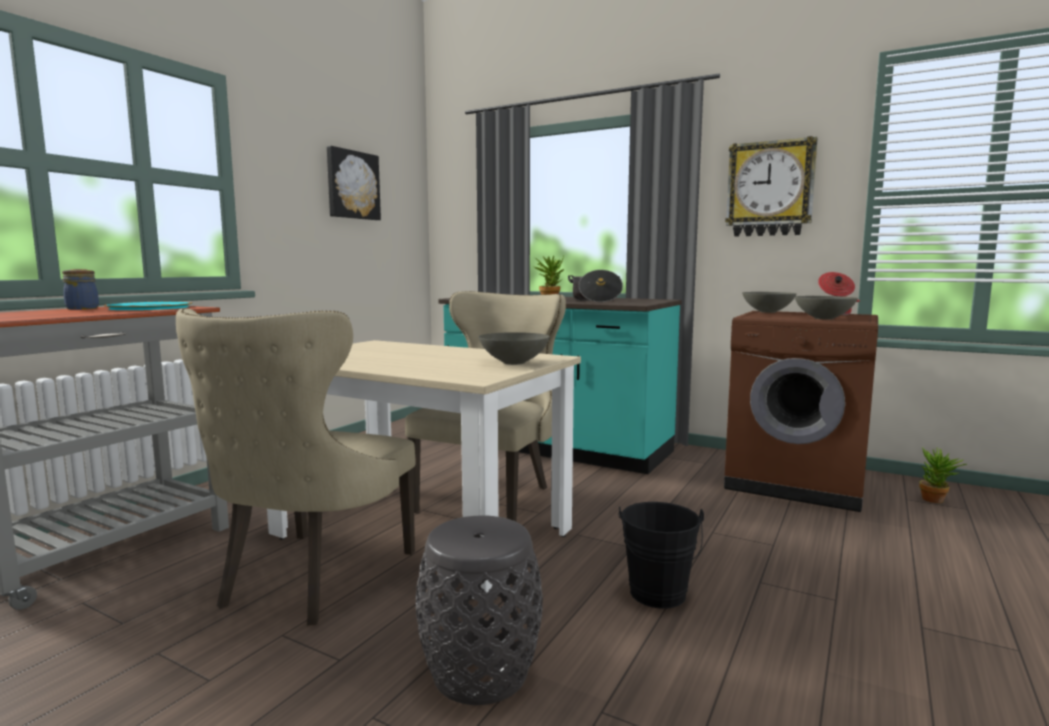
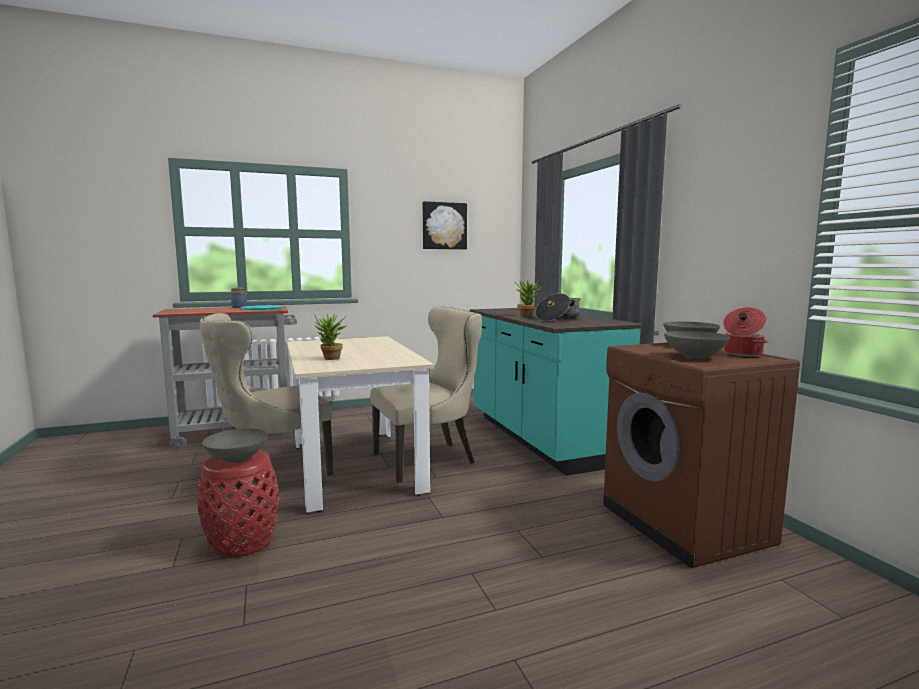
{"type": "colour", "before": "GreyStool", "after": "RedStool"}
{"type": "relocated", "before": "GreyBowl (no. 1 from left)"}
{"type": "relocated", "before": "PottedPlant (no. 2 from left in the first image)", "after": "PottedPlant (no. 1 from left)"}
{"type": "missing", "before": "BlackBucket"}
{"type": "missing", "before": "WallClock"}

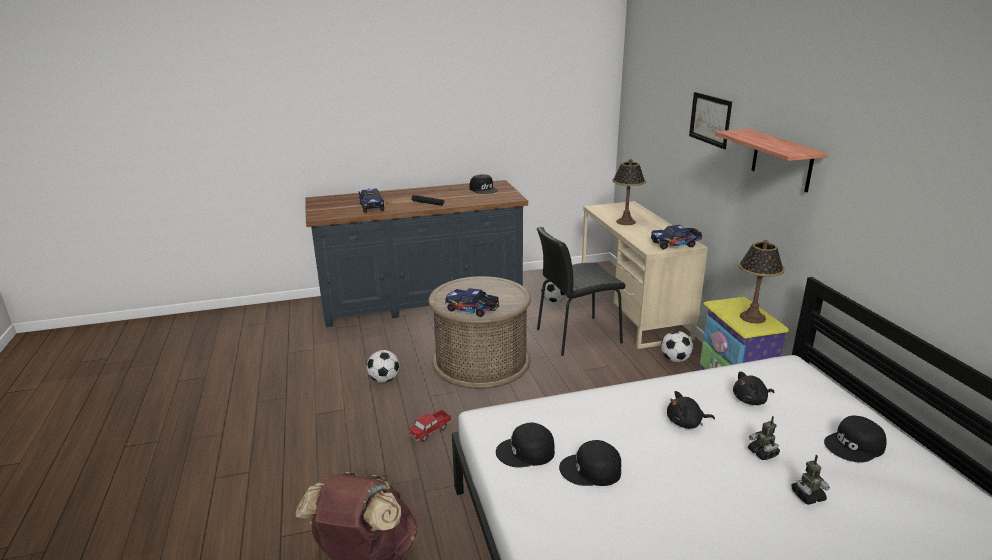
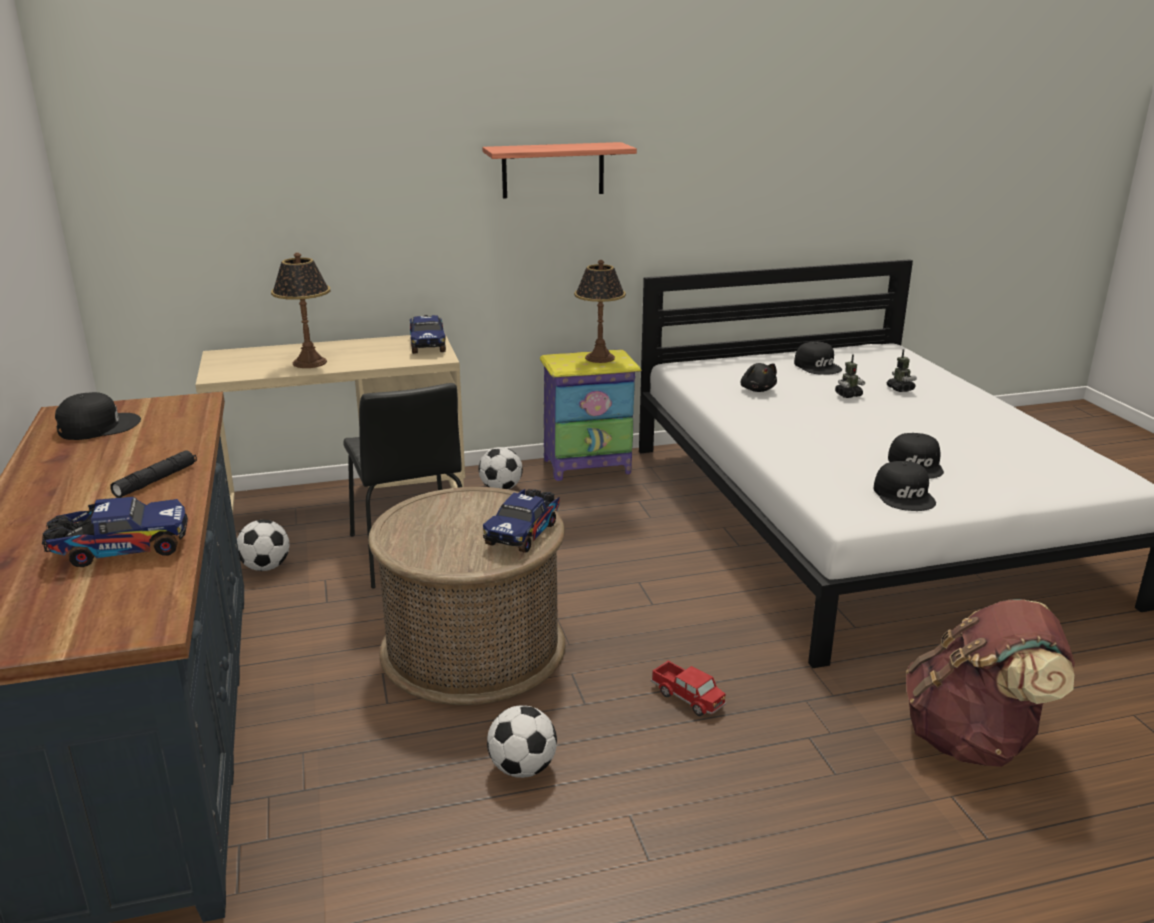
{"type": "missing", "before": "BlackPlushToy (no. 1 from left)"}
{"type": "missing", "before": "Picture"}

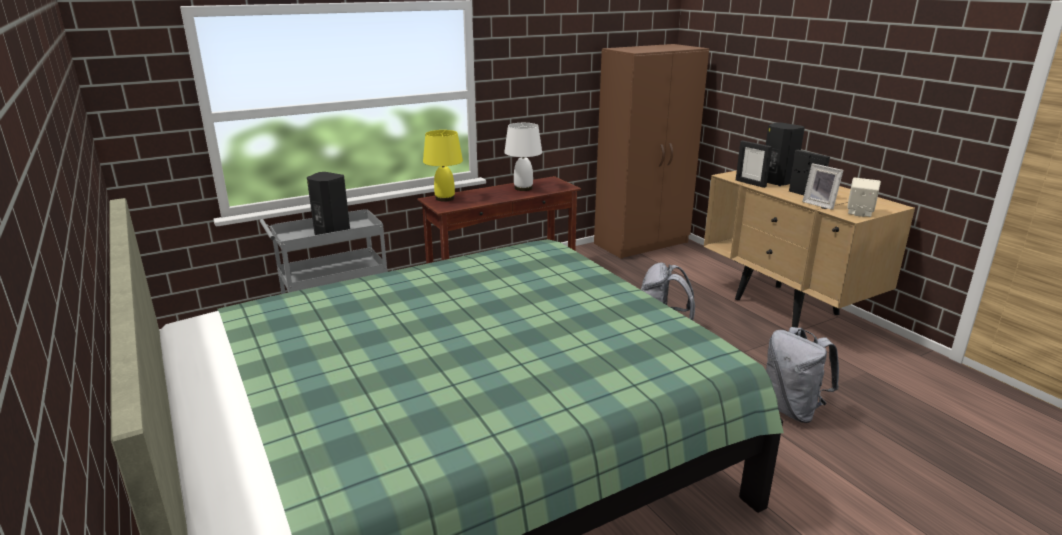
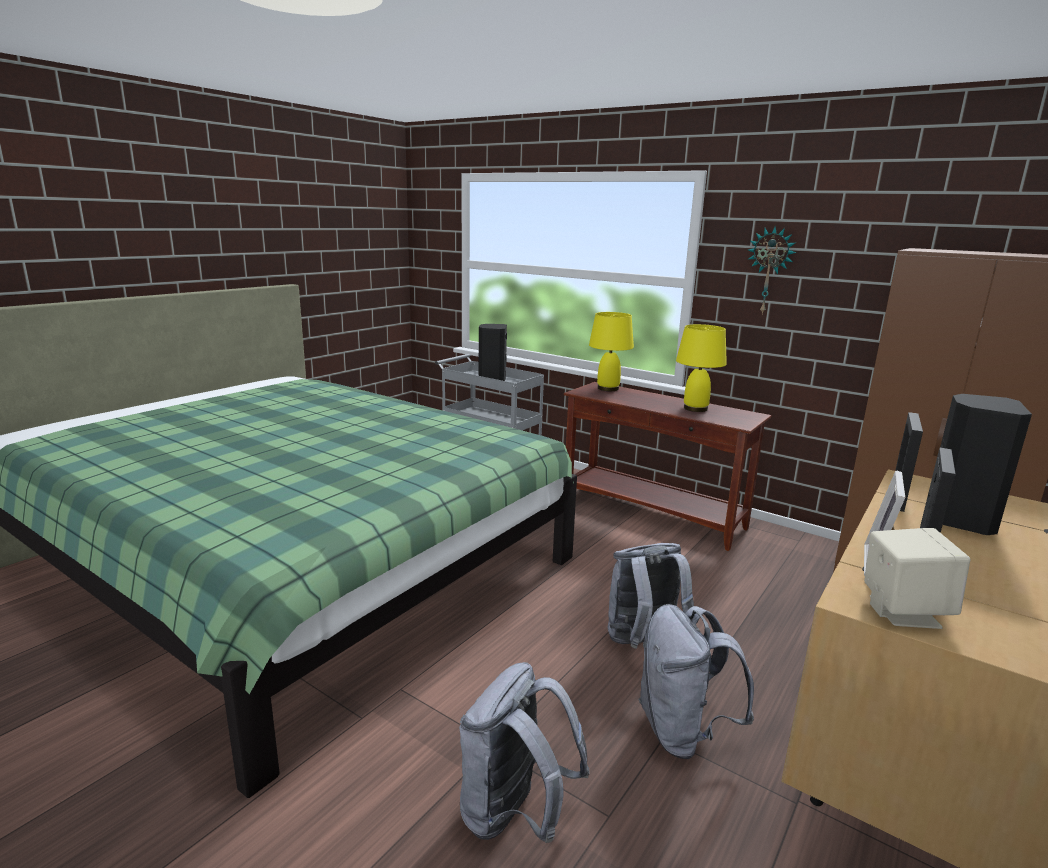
{"type": "appeared", "after": "GreyBackpack (no. 3 from left)"}
{"type": "colour", "before": "WhiteTableLamp", "after": "YellowTableLamp (no. 2 from left)"}
{"type": "appeared", "after": "WallClock"}

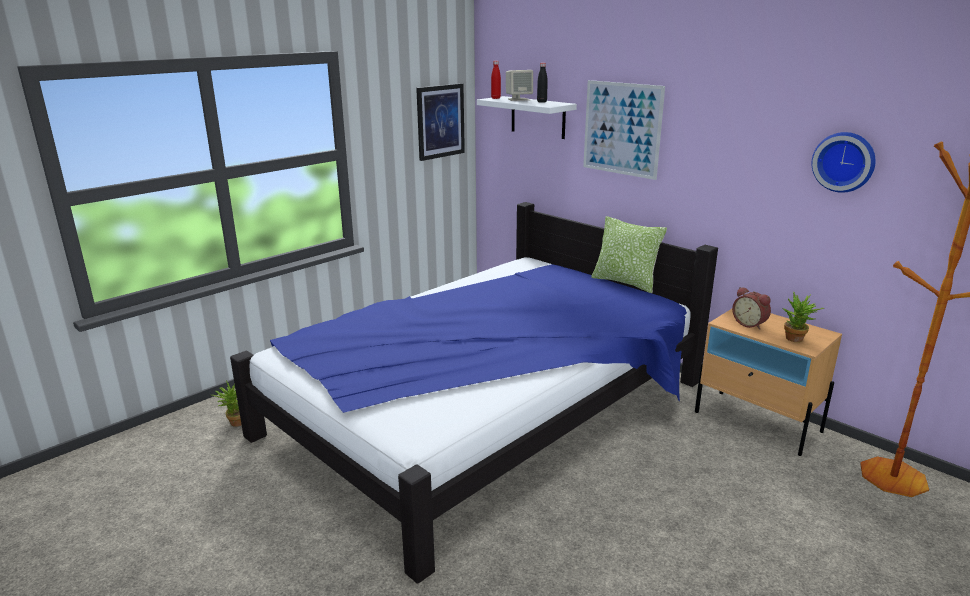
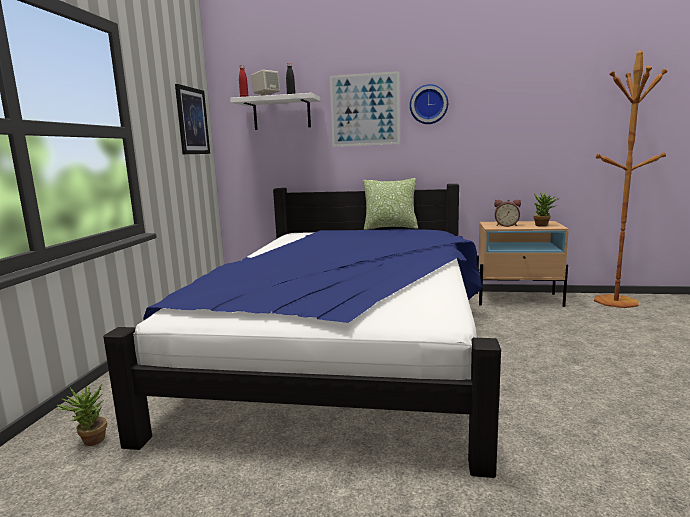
{"type": "relocated", "before": "WallClock"}

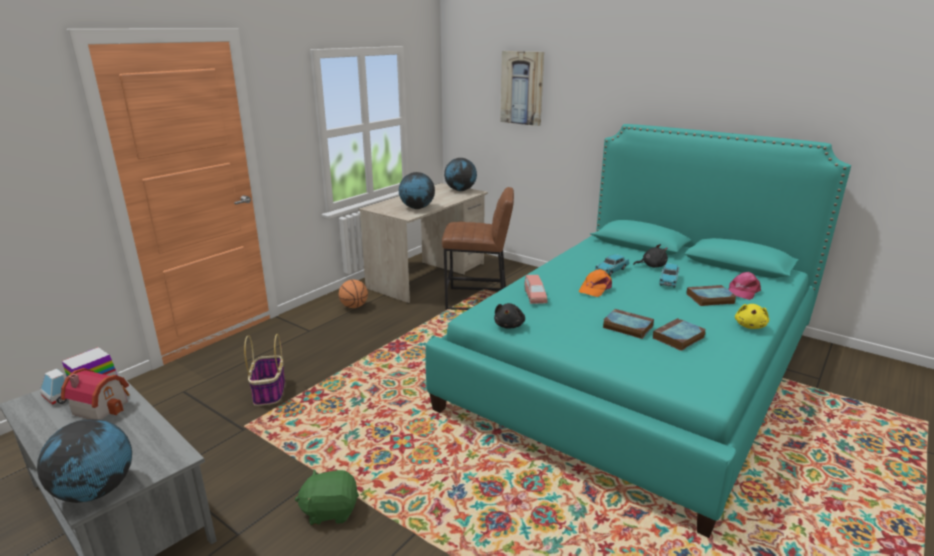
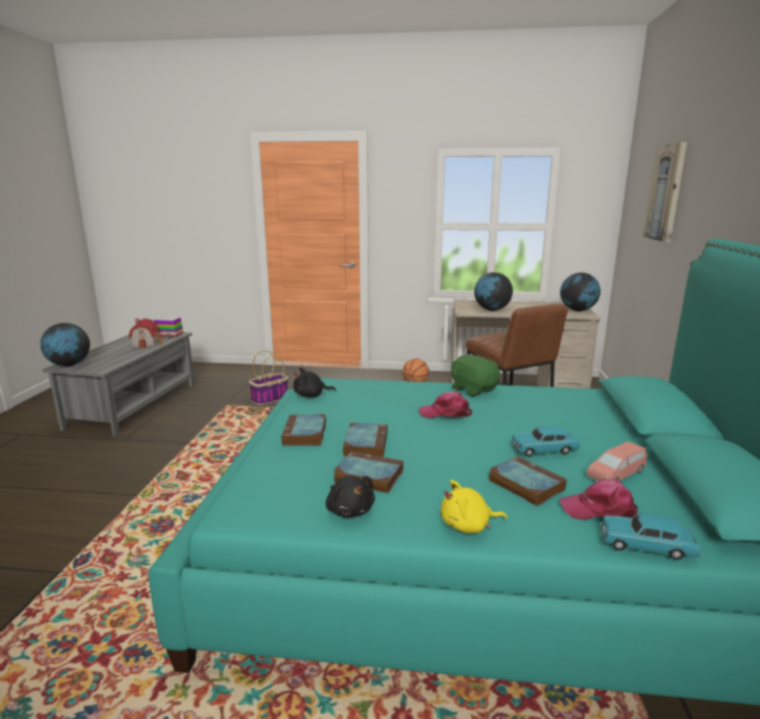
{"type": "appeared", "after": "Book (no. 1 from left)"}
{"type": "relocated", "before": "BlackPlushToy (no. 2 from left)"}
{"type": "colour", "before": "OrangeCap", "after": "PinkCap (no. 1 from left)"}
{"type": "relocated", "before": "GreenPlushToy"}
{"type": "relocated", "before": "PinkToyCar"}
{"type": "relocated", "before": "TurquoiseToyCar (no. 1 from left in the first image)", "after": "TurquoiseToyCar (no. 2 from left)"}

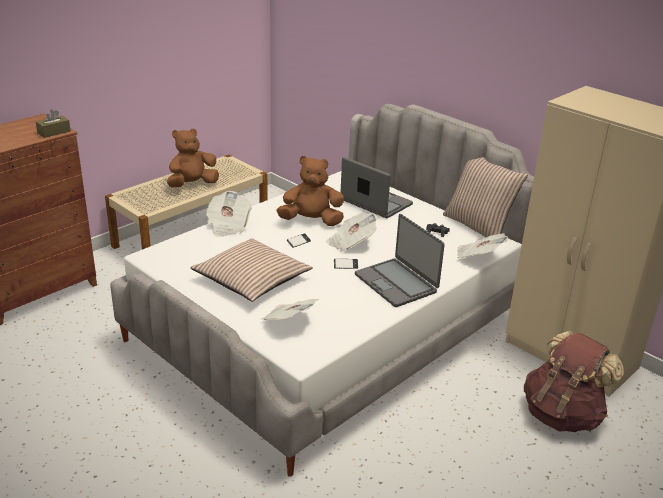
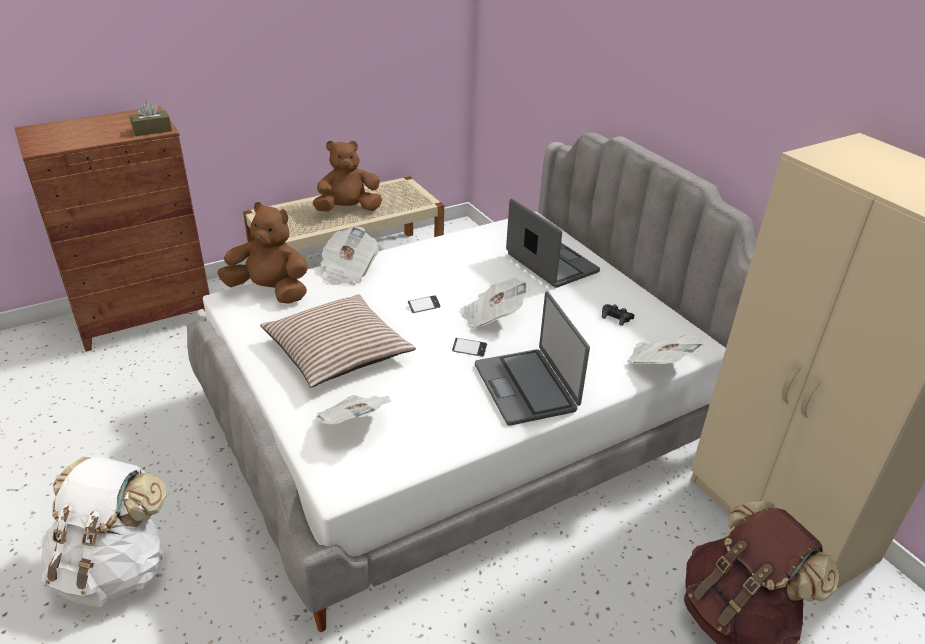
{"type": "appeared", "after": "WhiteBackpack"}
{"type": "relocated", "before": "BrownPlushToy (no. 2 from left in the first image)", "after": "BrownPlushToy (no. 1 from left)"}
{"type": "missing", "before": "Pillow (no. 2 from left)"}

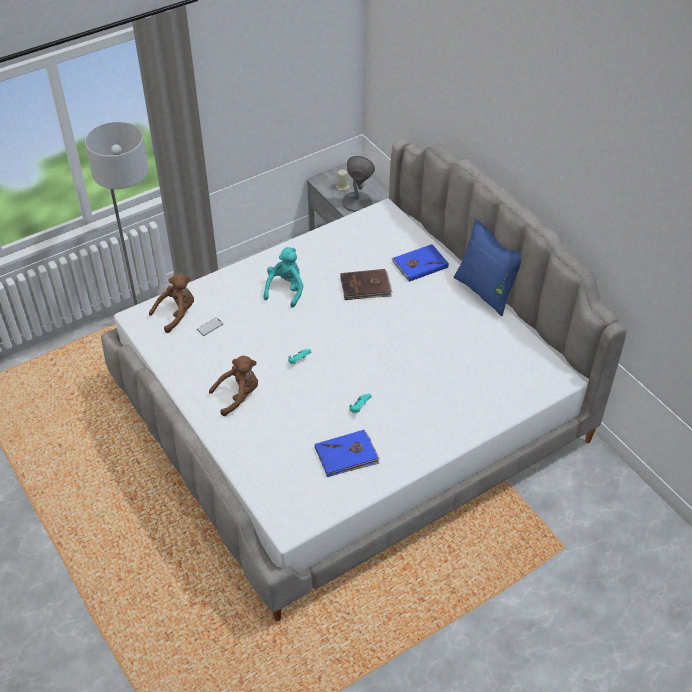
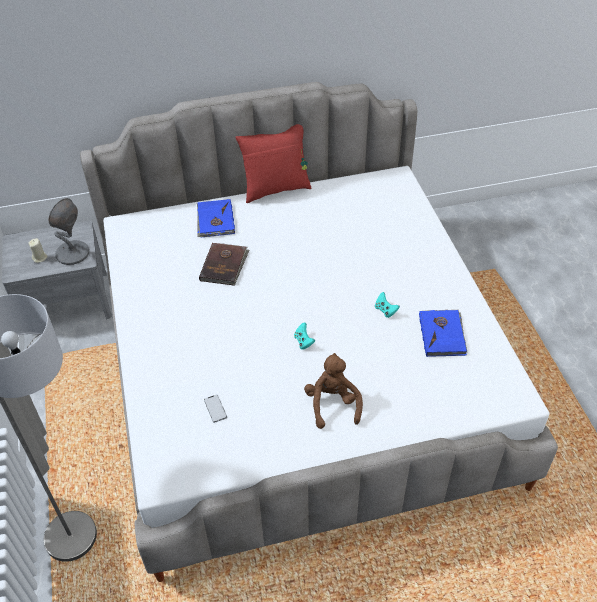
{"type": "colour", "before": "BluePillow", "after": "RedPillow"}
{"type": "missing", "before": "BrownPlushToy (no. 1 from left)"}
{"type": "missing", "before": "TurquoisePlushToy"}

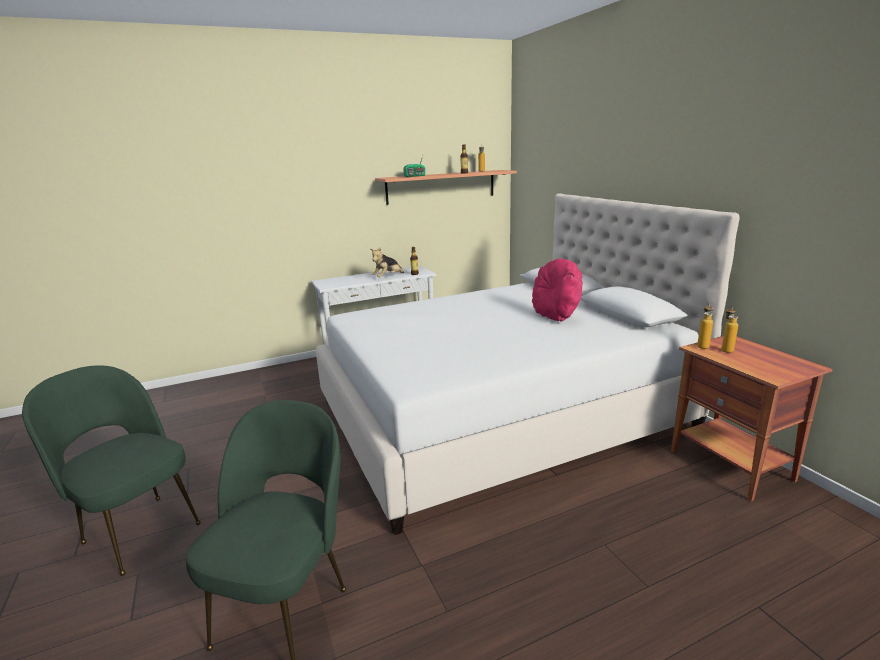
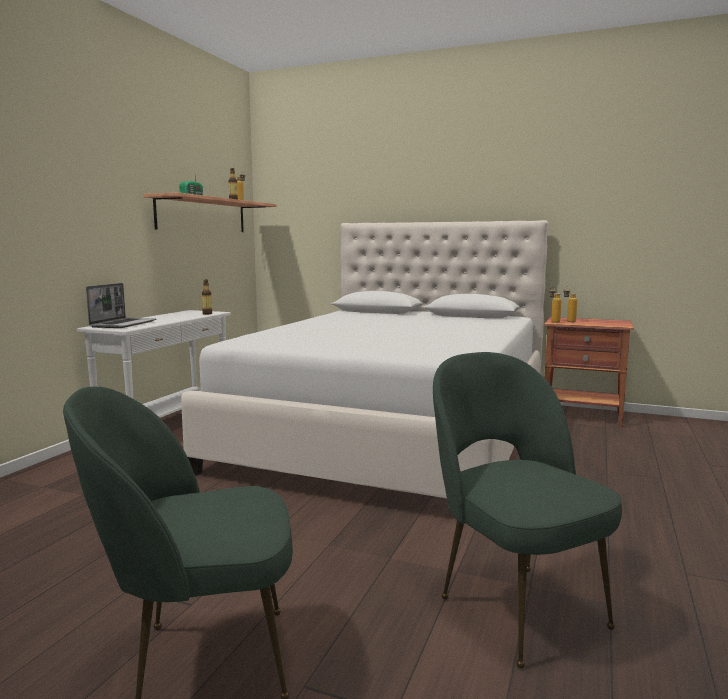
{"type": "appeared", "after": "Laptop"}
{"type": "missing", "before": "PlushToy"}
{"type": "missing", "before": "PinkPillow"}

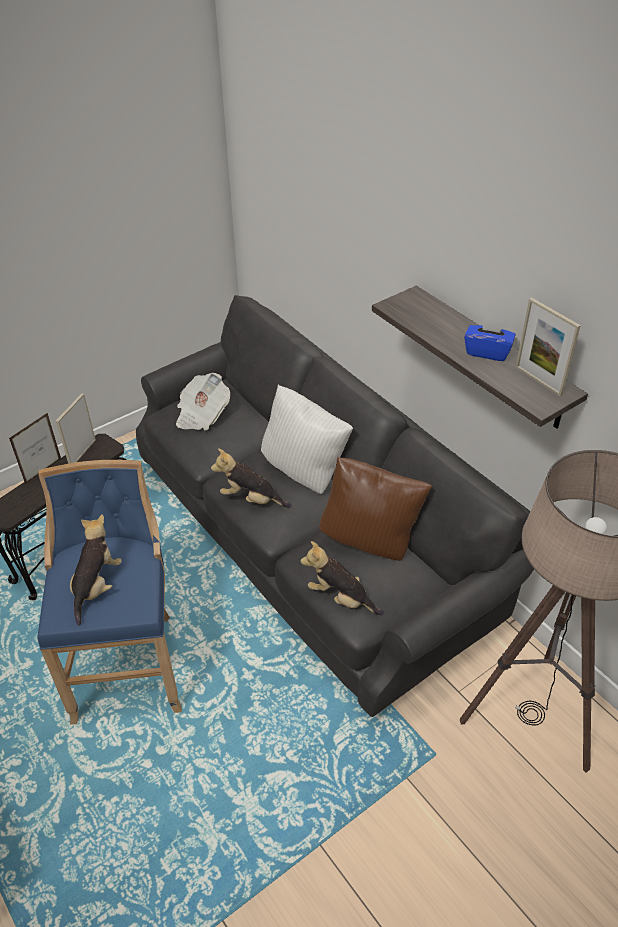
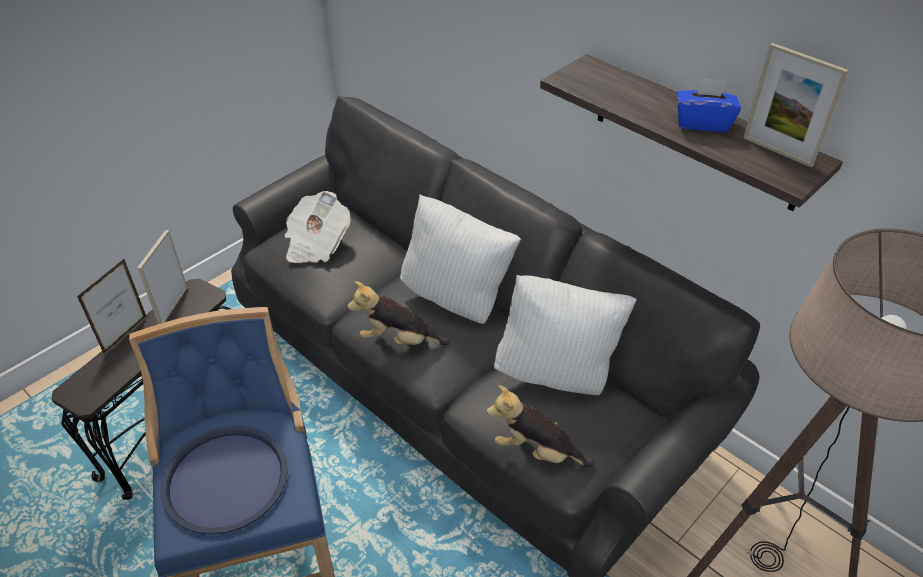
{"type": "exchanged", "before": "PlushToy (no. 1 from left)", "after": "BlueTray"}
{"type": "colour", "before": "BrownPillow", "after": "WhitePillow (no. 2 from left)"}

